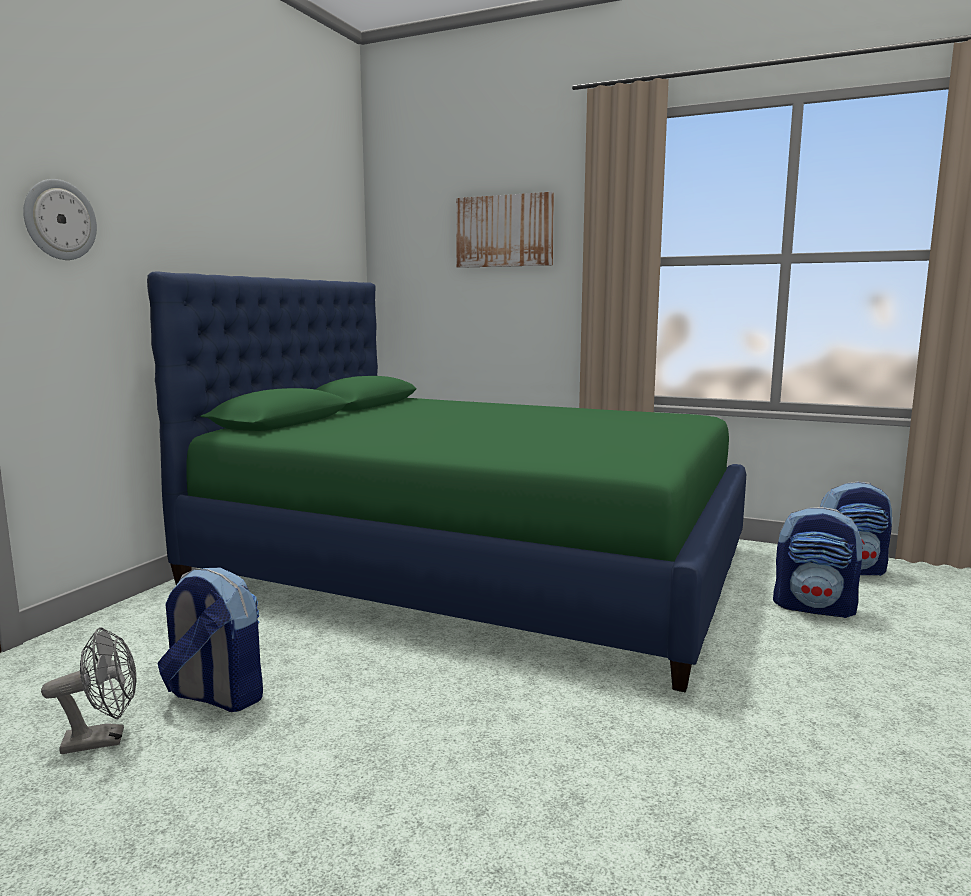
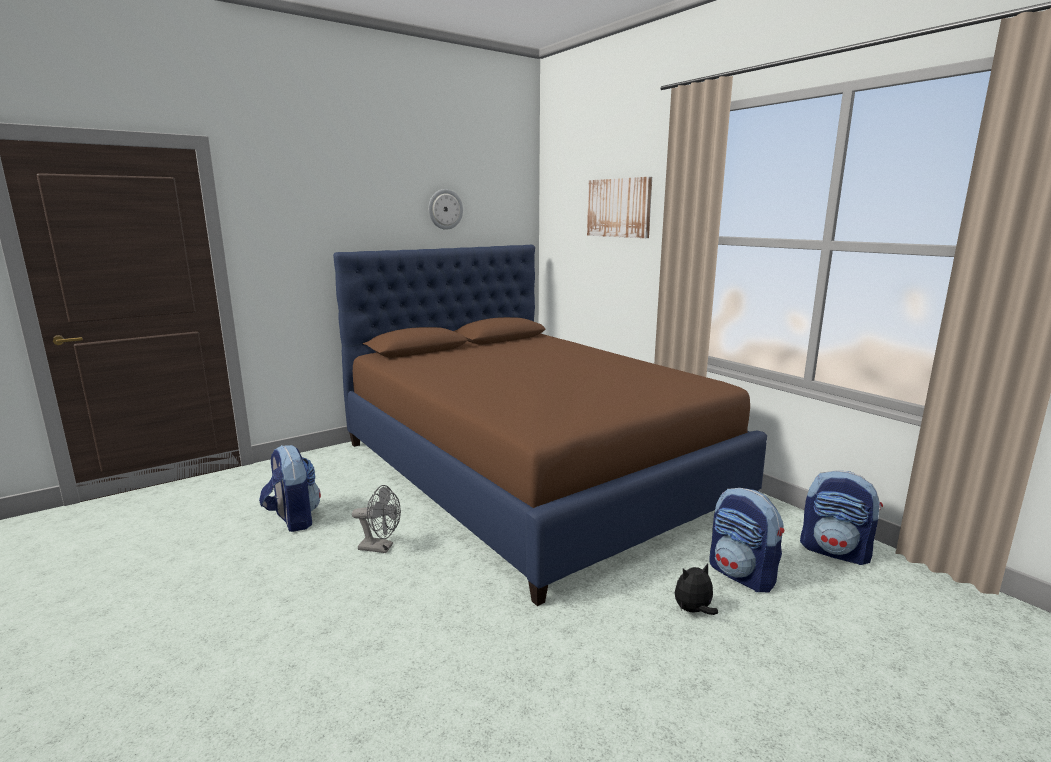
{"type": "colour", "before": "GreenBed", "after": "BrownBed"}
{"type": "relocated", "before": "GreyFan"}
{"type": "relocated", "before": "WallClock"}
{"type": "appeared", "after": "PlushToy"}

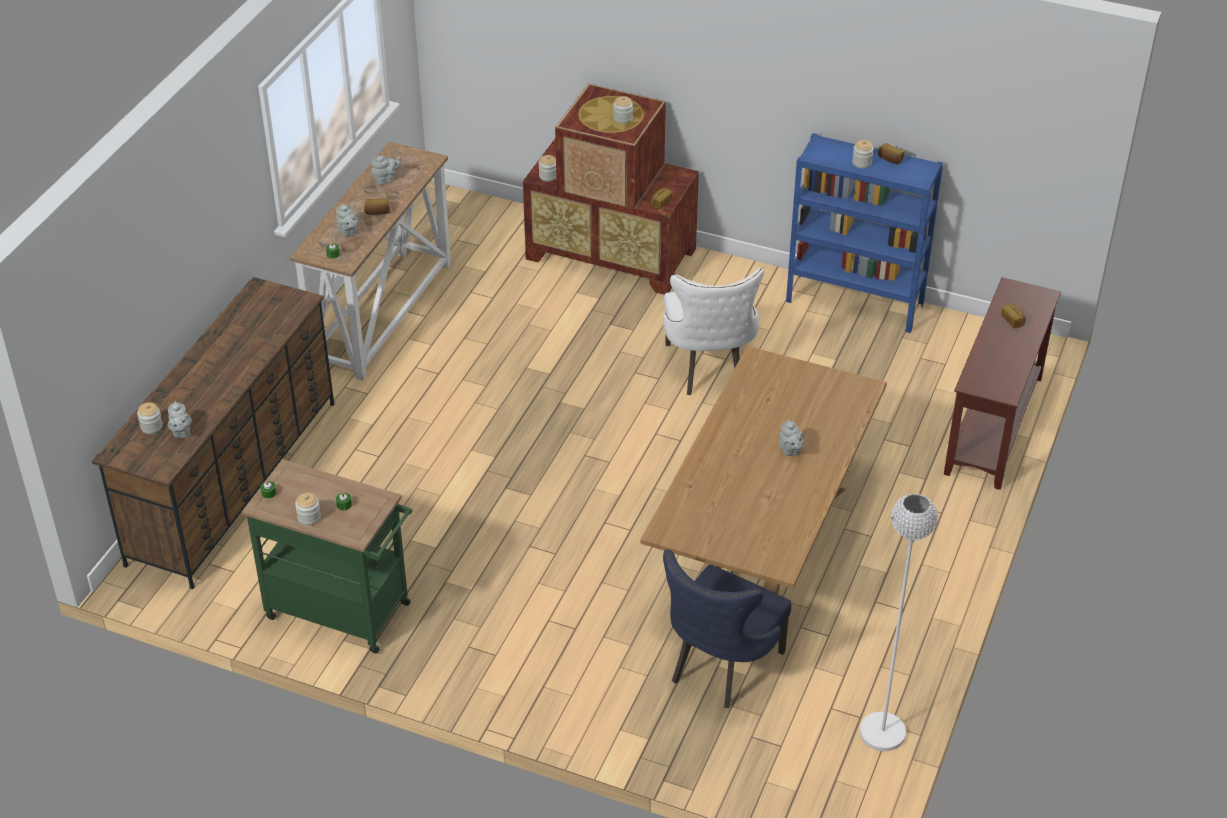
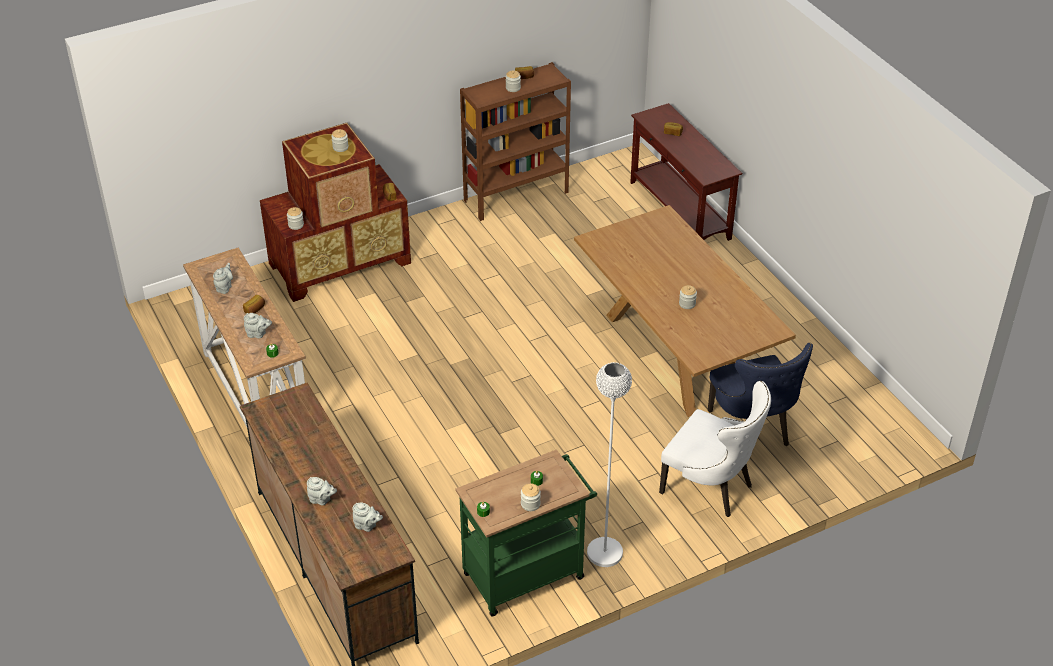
{"type": "relocated", "before": "GreyTeapot (no. 4 from left in the first image)", "after": "GreyTeapot (no. 3 from left)"}
{"type": "colour", "before": "BlueBookcase", "after": "BrownBookcase"}
{"type": "relocated", "before": "WhiteFloorLamp"}
{"type": "relocated", "before": "WhiteChair"}
{"type": "relocated", "before": "Jar (no. 1 from left in the first image)", "after": "Jar (no. 5 from left)"}

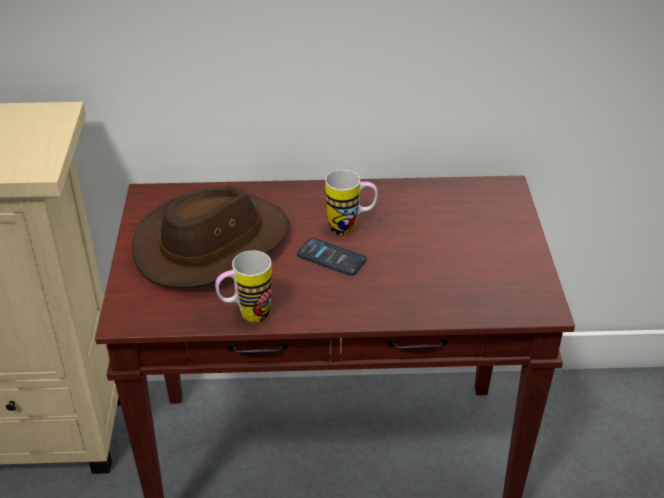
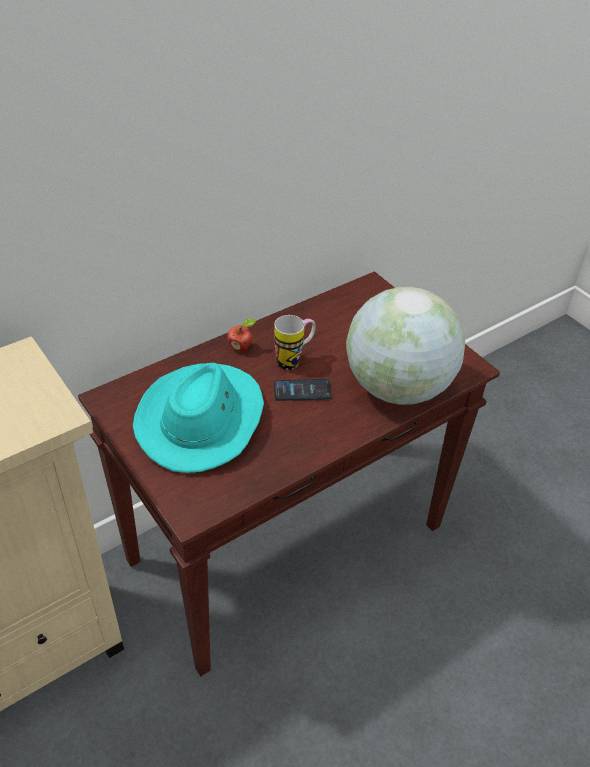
{"type": "colour", "before": "BrownHat", "after": "TurquoiseHat"}
{"type": "appeared", "after": "Apple"}
{"type": "appeared", "after": "Globe"}
{"type": "missing", "before": "Mug (no. 1 from left)"}

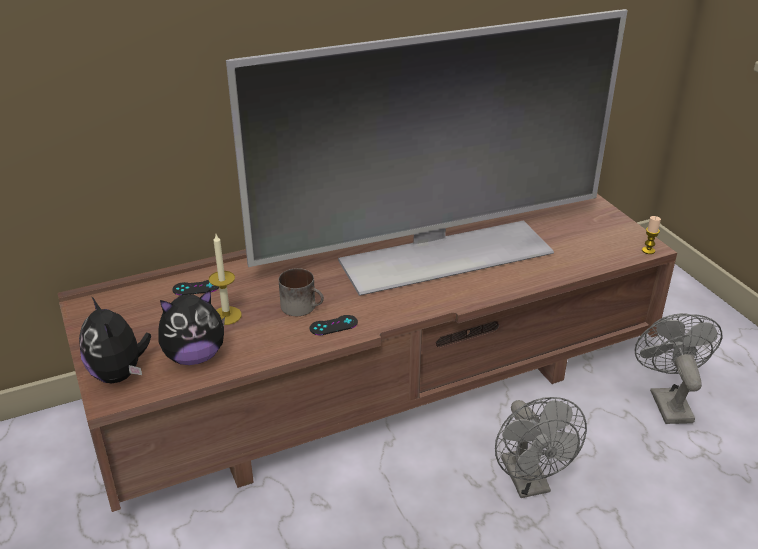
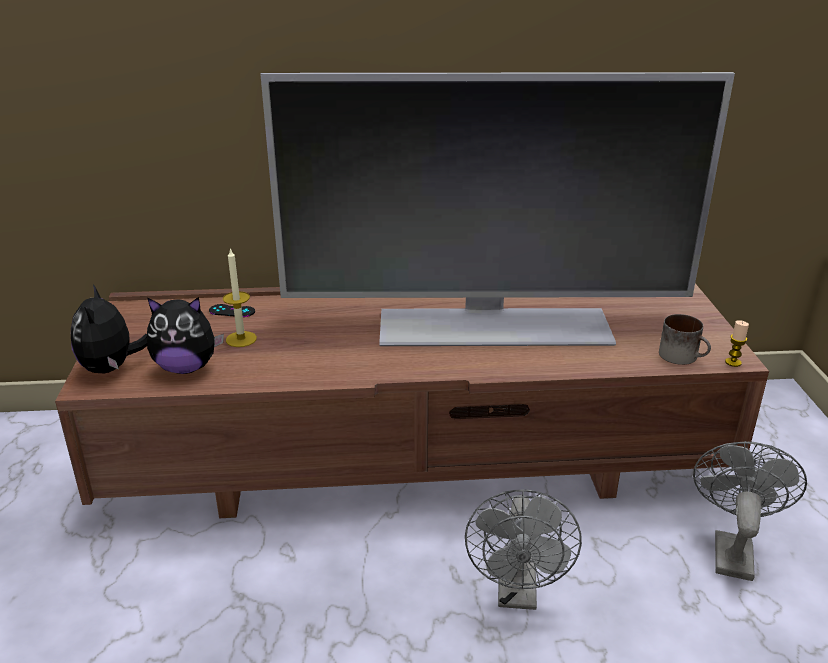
{"type": "relocated", "before": "Mug"}
{"type": "missing", "before": "BlackGameController (no. 2 from left)"}

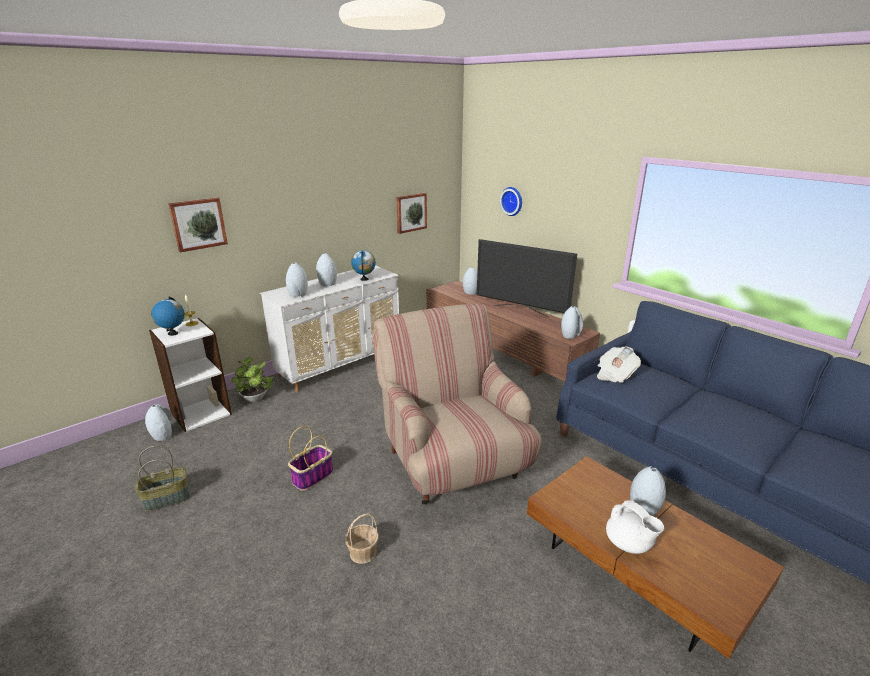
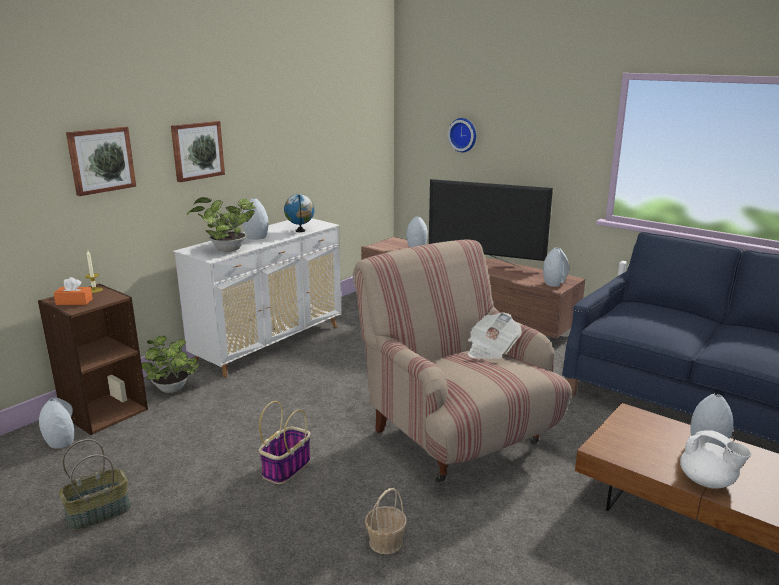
{"type": "colour", "before": "WhiteBookcase", "after": "BrownBookcase"}
{"type": "exchanged", "before": "Globe (no. 1 from left)", "after": "OrangeTissueBox"}
{"type": "relocated", "before": "Picture (no. 2 from left)"}
{"type": "exchanged", "before": "GreyVase (no. 2 from left)", "after": "PottedPlant (no. 2 from left)"}
{"type": "relocated", "before": "Newspaper"}

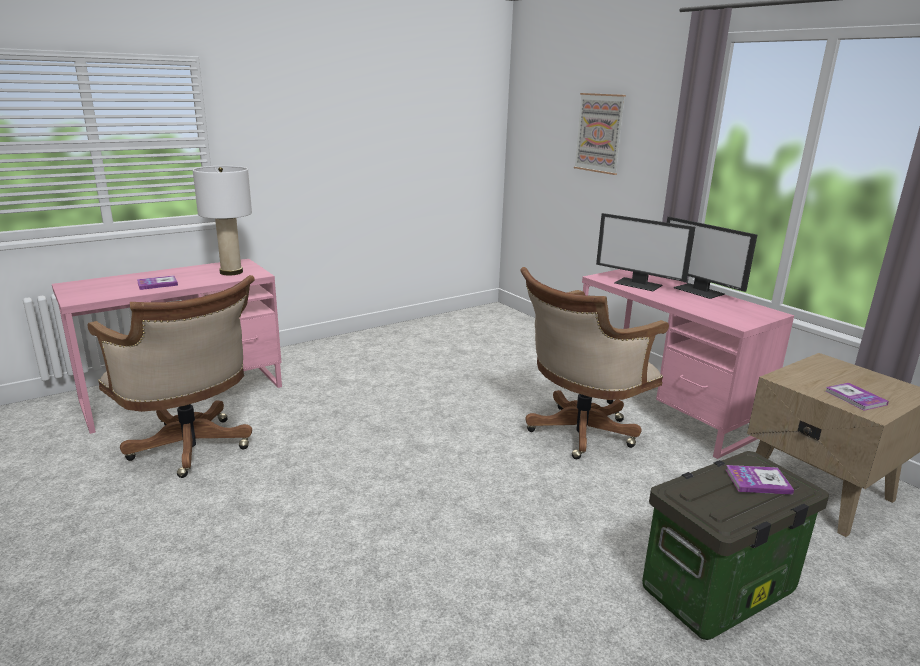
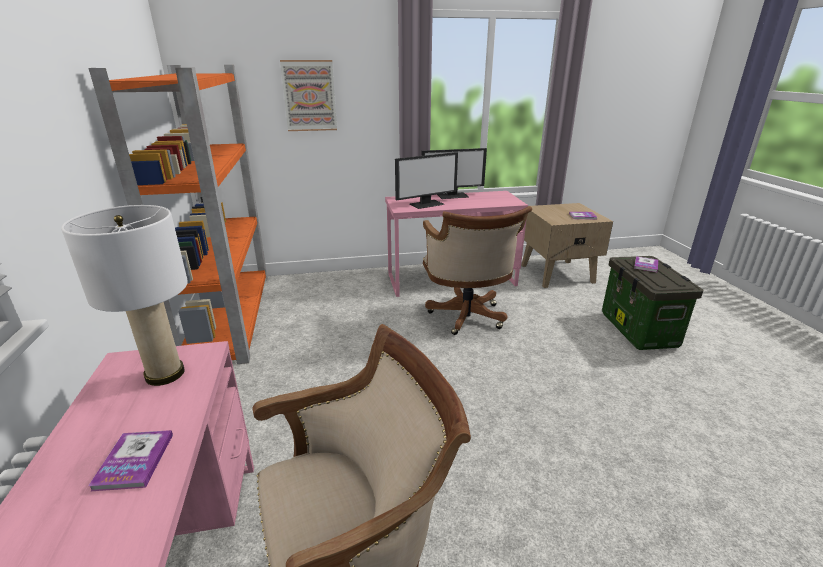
{"type": "appeared", "after": "OrangeBookcase"}

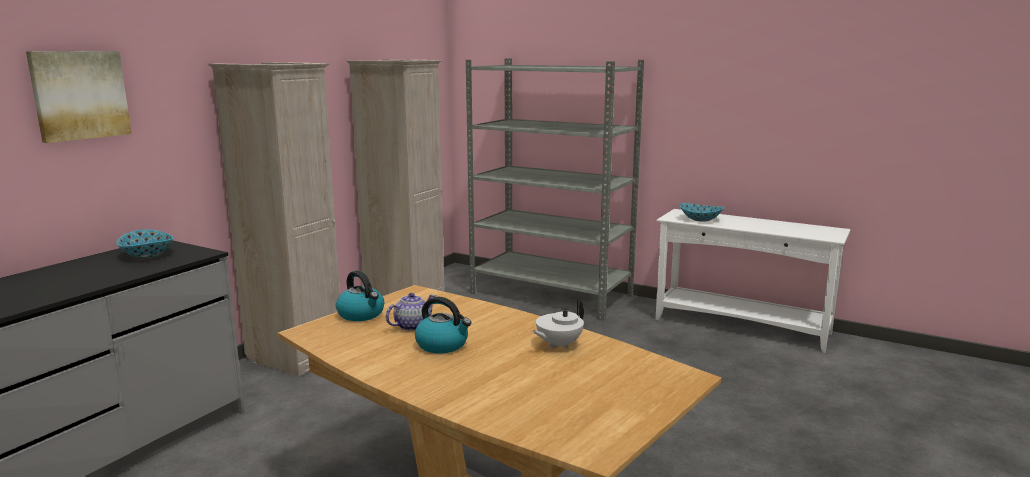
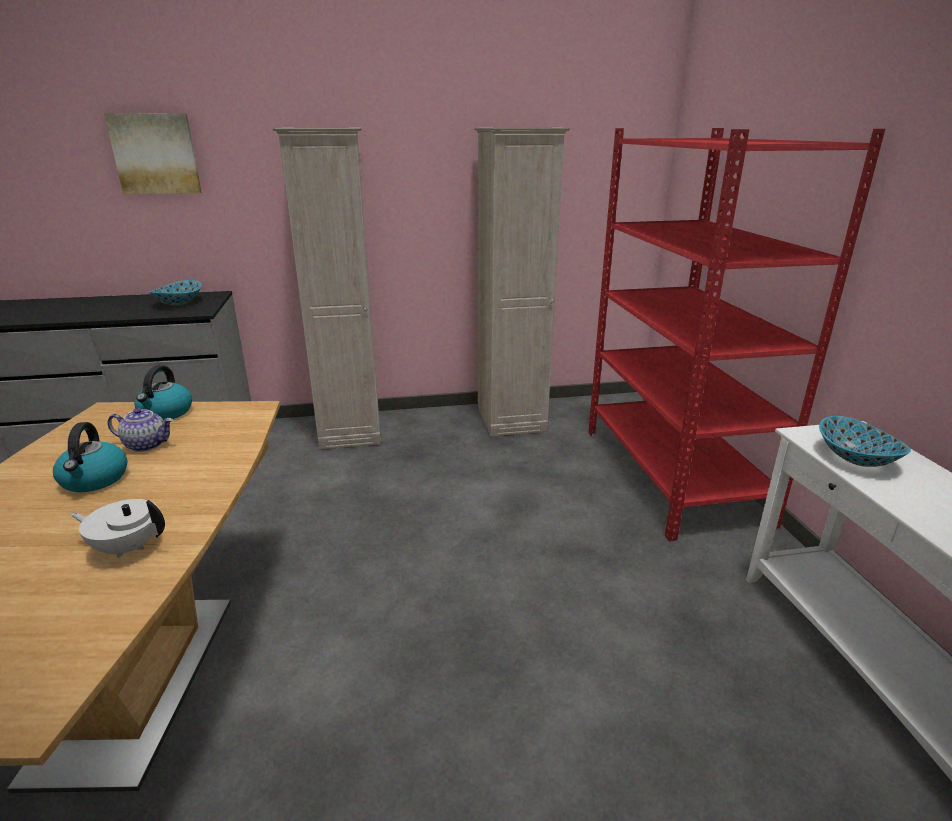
{"type": "colour", "before": "GreyBookcase", "after": "RedBookcase"}

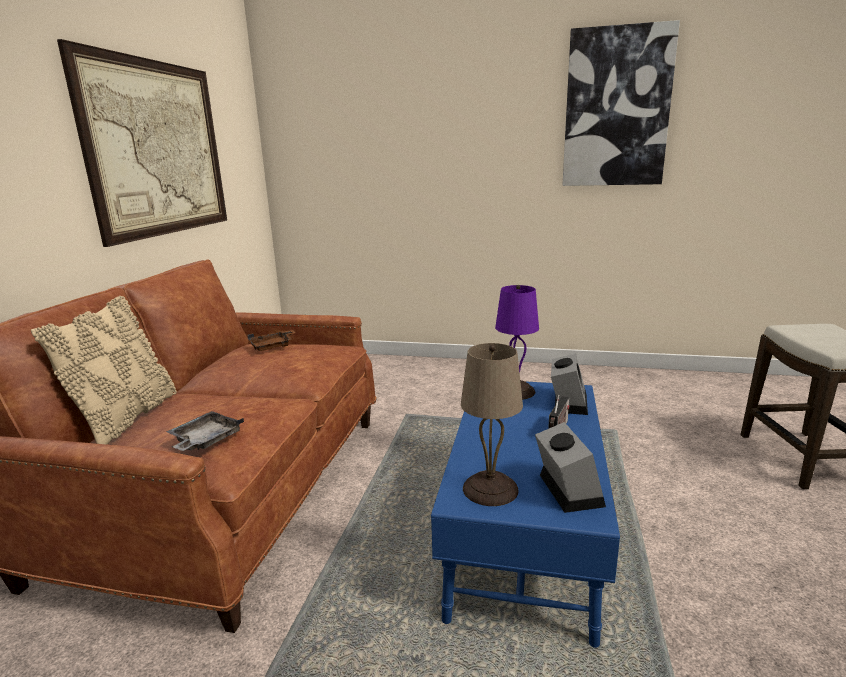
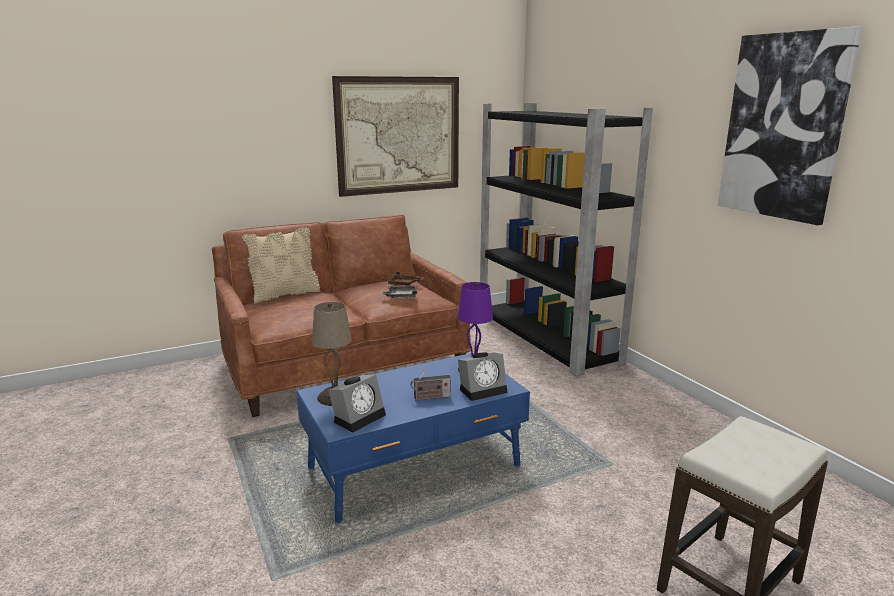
{"type": "relocated", "before": "GreyTray"}
{"type": "appeared", "after": "BlackBookcase"}

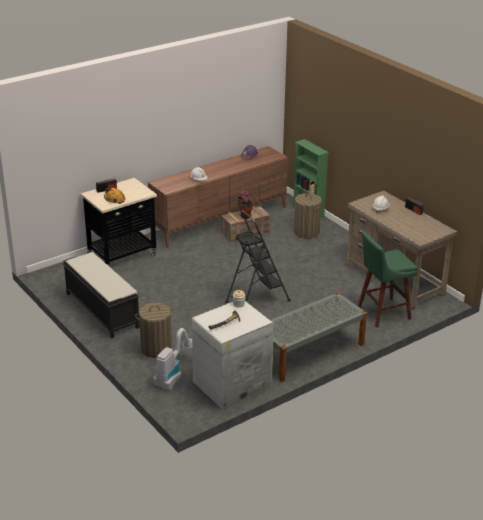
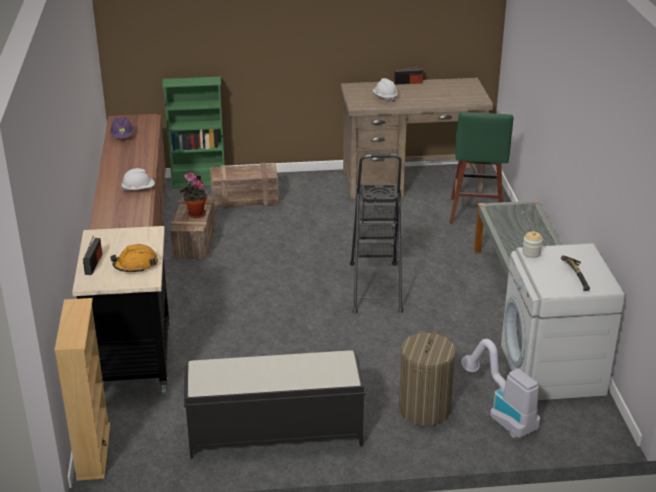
{"type": "appeared", "after": "BeigeBookcase"}
{"type": "exchanged", "before": "LaundryBasket (no. 2 from left)", "after": "Crate (no. 2 from left)"}

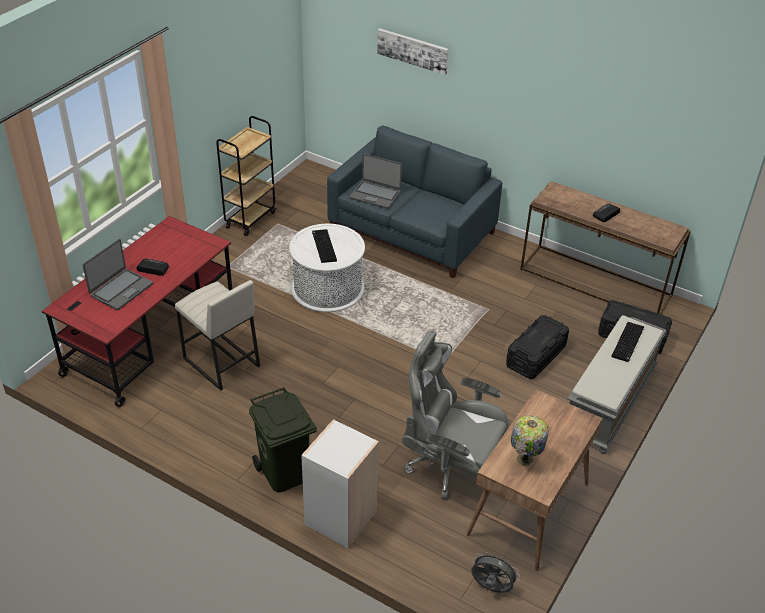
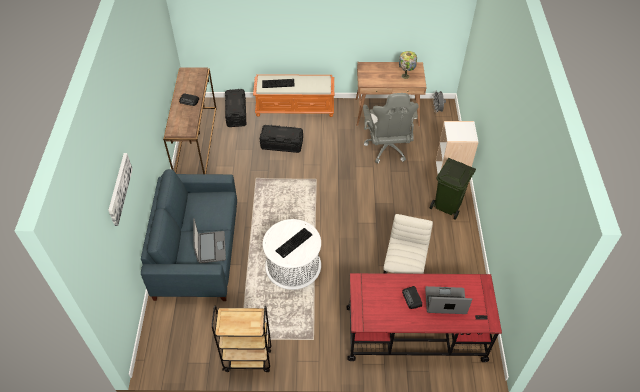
{"type": "colour", "before": "GreyBench", "after": "OrangeBench"}

